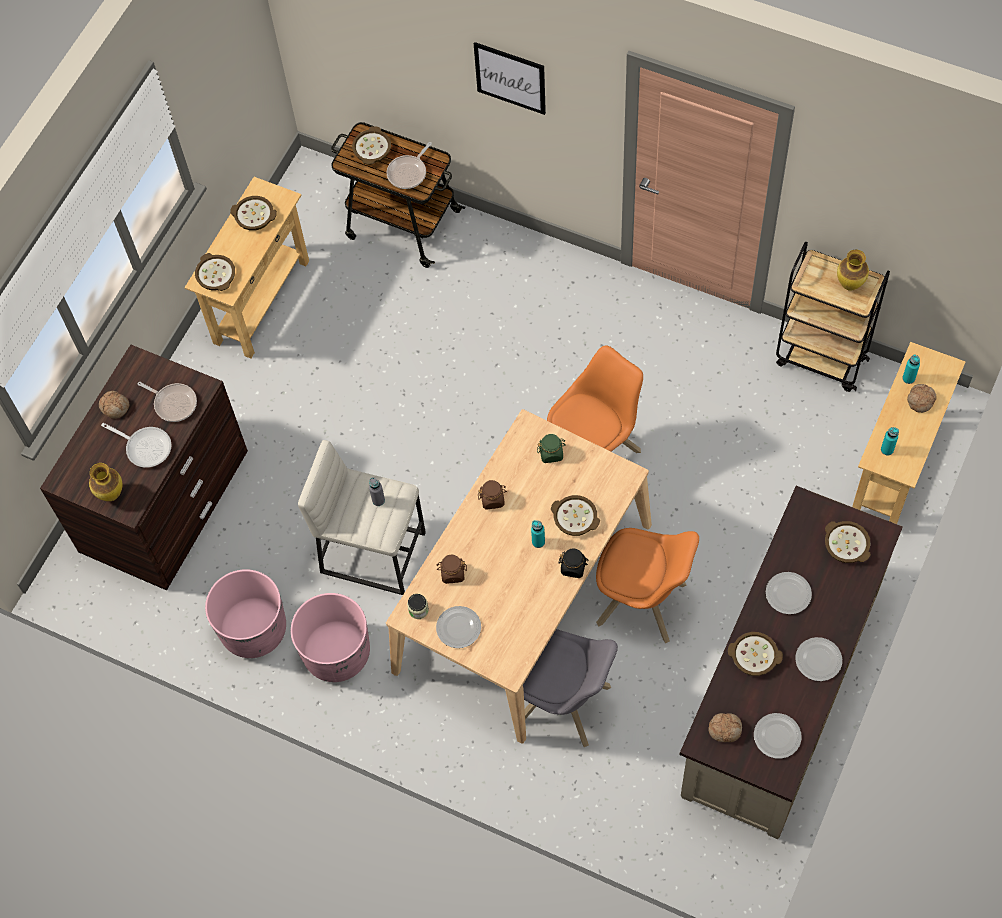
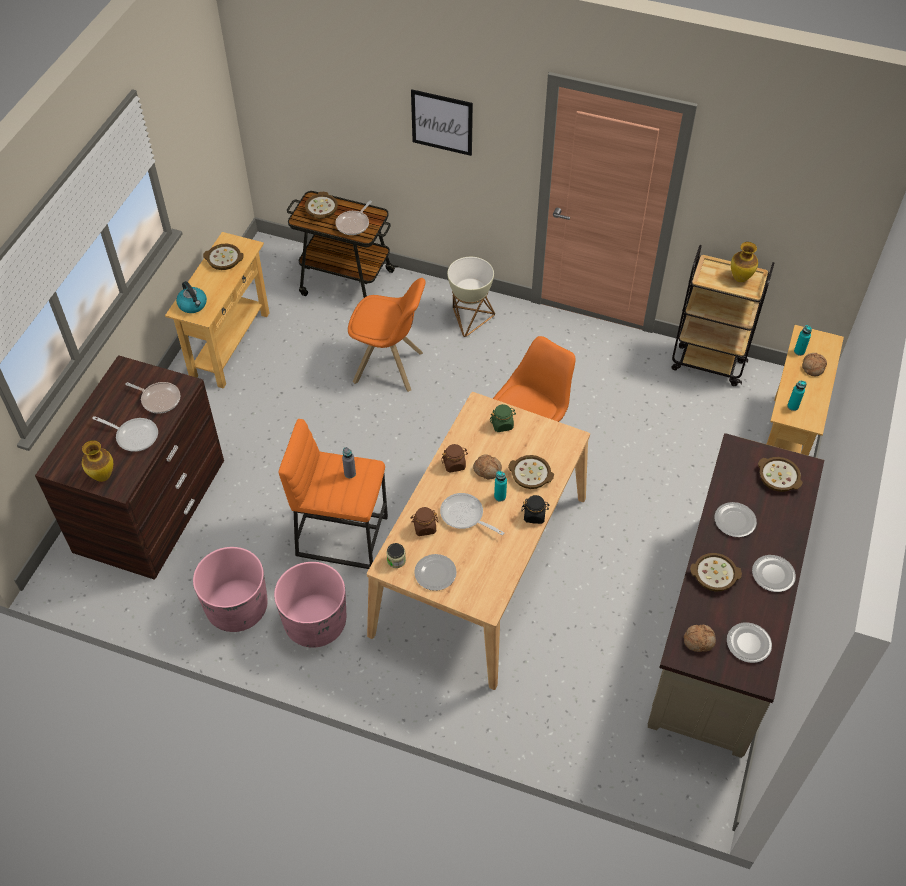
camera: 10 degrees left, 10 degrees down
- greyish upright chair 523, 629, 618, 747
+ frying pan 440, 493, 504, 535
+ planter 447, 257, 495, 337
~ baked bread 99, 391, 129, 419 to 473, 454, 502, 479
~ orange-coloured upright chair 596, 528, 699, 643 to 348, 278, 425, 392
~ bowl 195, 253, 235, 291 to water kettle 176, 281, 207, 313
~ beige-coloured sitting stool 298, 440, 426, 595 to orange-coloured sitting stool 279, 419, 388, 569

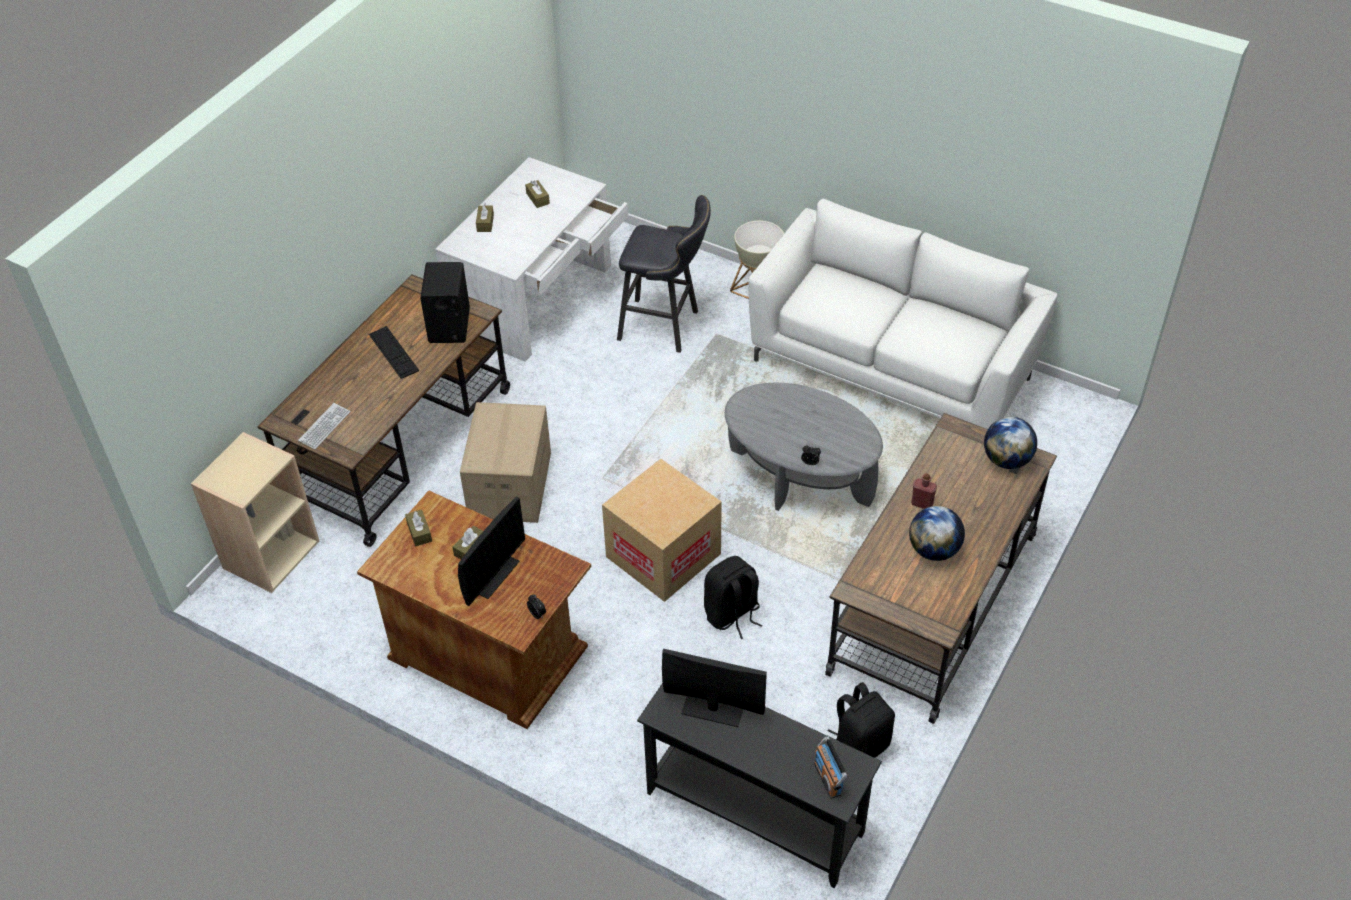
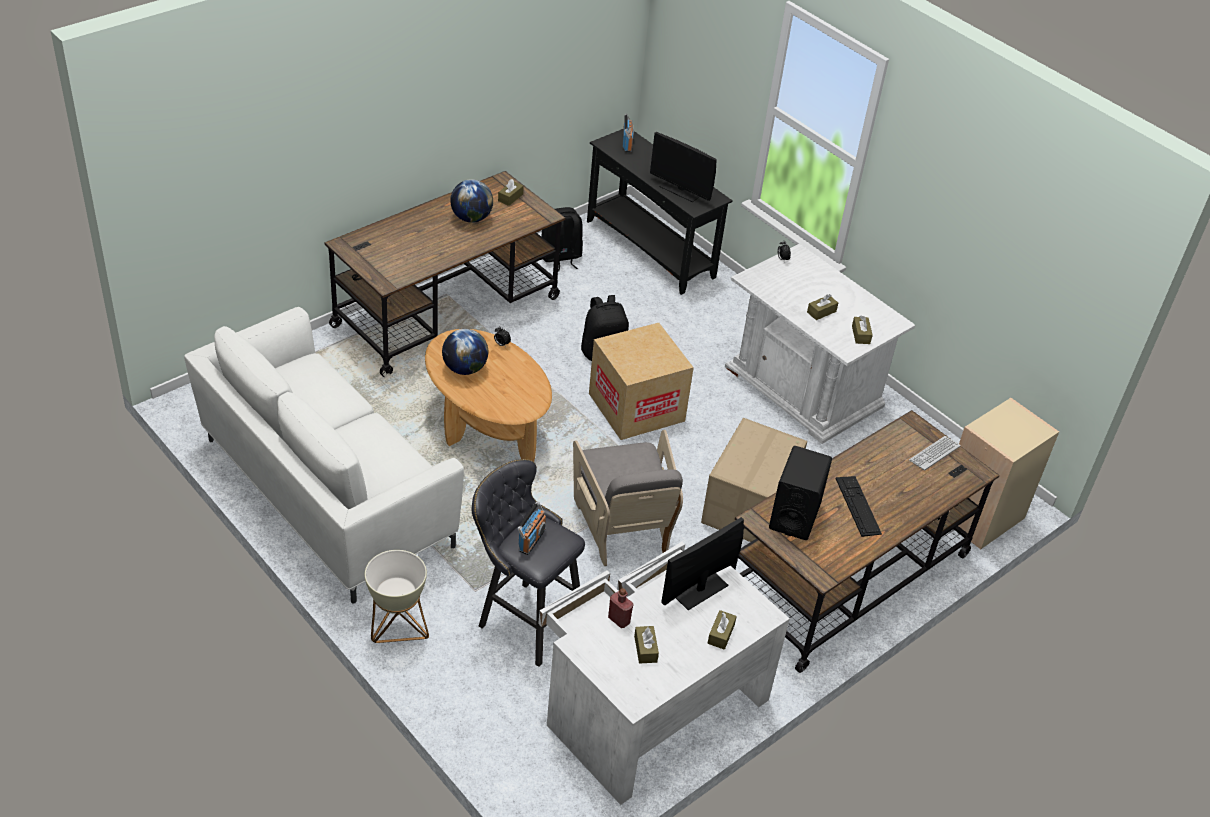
camera: 165 degrees left, 5 degrees down
+ brownish box of tissues 498, 179, 524, 206
+ radio 517, 502, 546, 555
+ greyish armchair 573, 430, 683, 566
~ computer display 458, 497, 525, 606 to 661, 517, 744, 610
~ red-coloured beverage bottle 911, 473, 937, 509 to 608, 588, 633, 628
~ world globe 984, 417, 1037, 469 to 442, 329, 488, 375
~ brownish cupboard 357, 490, 591, 729 to white-coloured cupboard 725, 244, 915, 444
~ greyish lounge table 725, 383, 883, 511 to brownish lounge table 425, 329, 552, 462

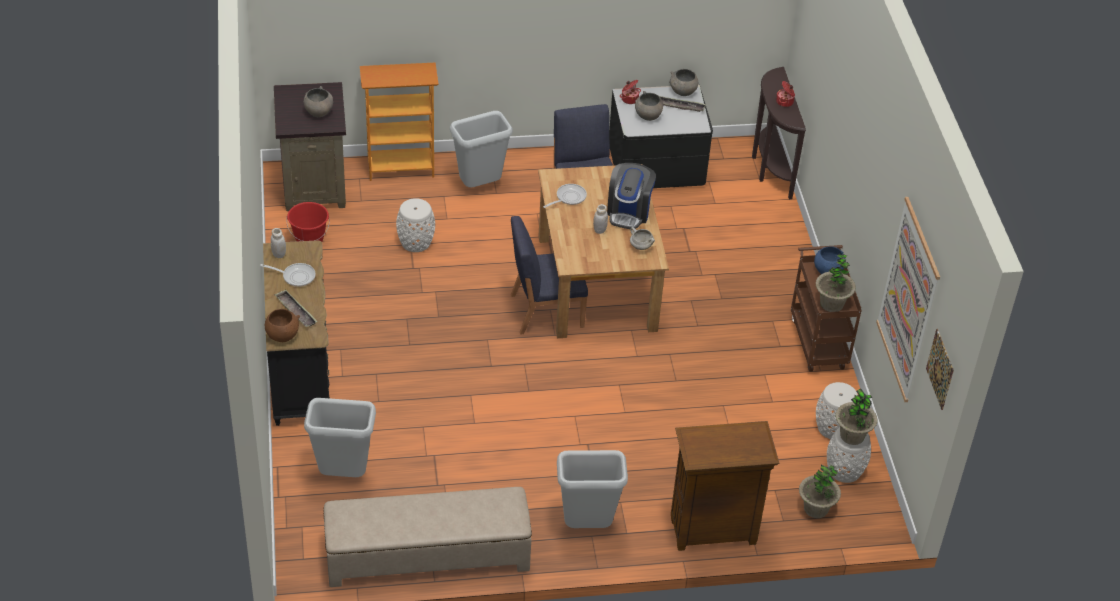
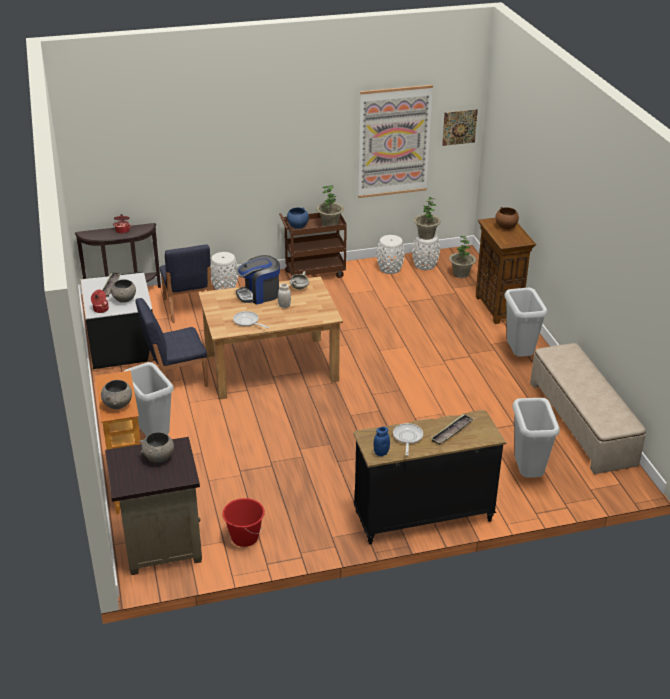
camera: 95 degrees left, 10 degrees down
~ brownish bowl 265, 309, 300, 342 to 495, 207, 519, 230
~ white-coloured sitting stool 396, 198, 435, 252 to 210, 252, 238, 290
~ blue-coloured upright chair 511, 216, 588, 334 to 160, 244, 212, 323
~ greyish bowl 669, 69, 698, 96 to 101, 380, 132, 409
~ white-coloured jar 271, 228, 286, 258 to blue-coloured jar 374, 427, 390, 456
~ coffee maker 607, 163, 656, 229 = 236, 255, 280, 305 150 degrees clockwise

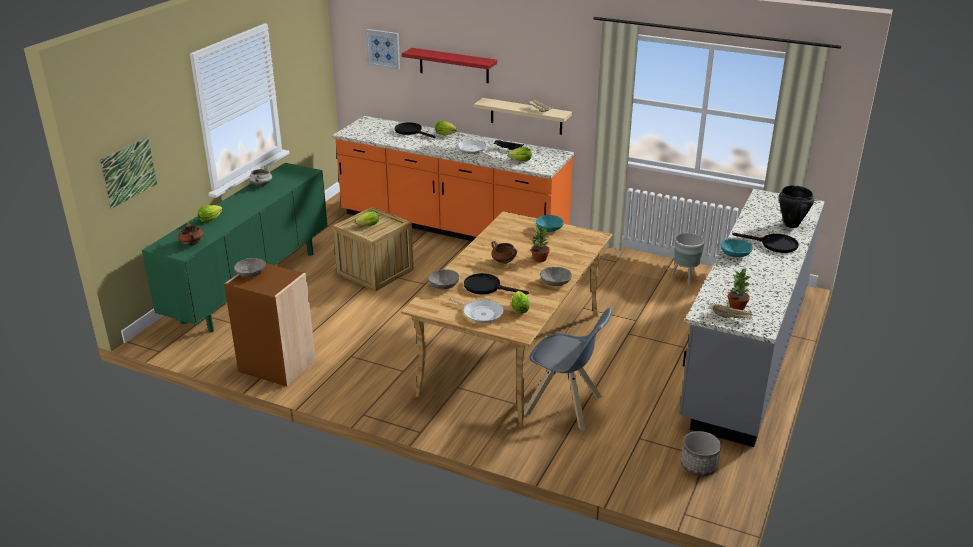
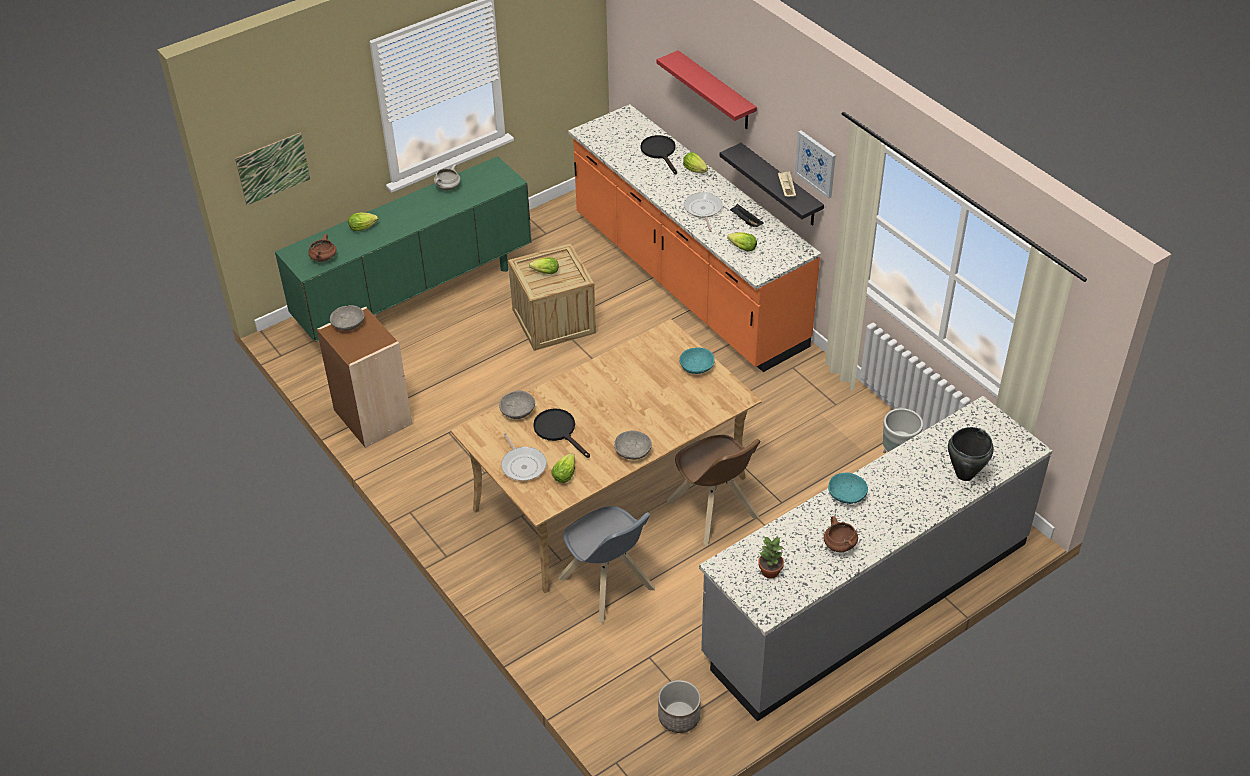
camera: 30 degrees right, 15 degrees up
- plant in a pot 531, 225, 550, 262
- beige-coloured serving tray 708, 303, 752, 319
- black-coloured frying pan 732, 233, 798, 253
+ brownish upright chair 667, 435, 761, 545
~ wall art 366, 29, 400, 70 to 795, 131, 836, 199
~ brownish saucepot 491, 241, 517, 264 to 824, 516, 858, 552
~ beige-coloured bracket shelf 474, 98, 572, 135 to black-coloured bracket shelf 720, 143, 824, 226

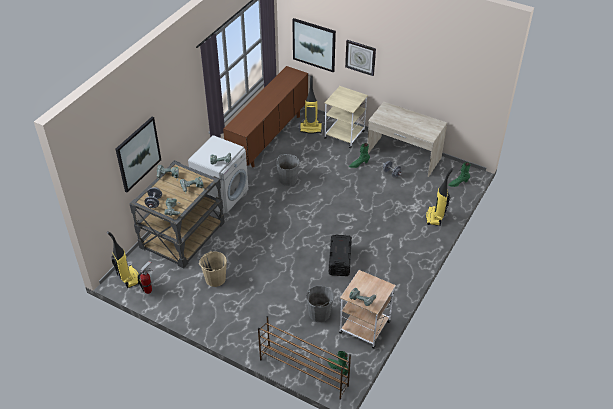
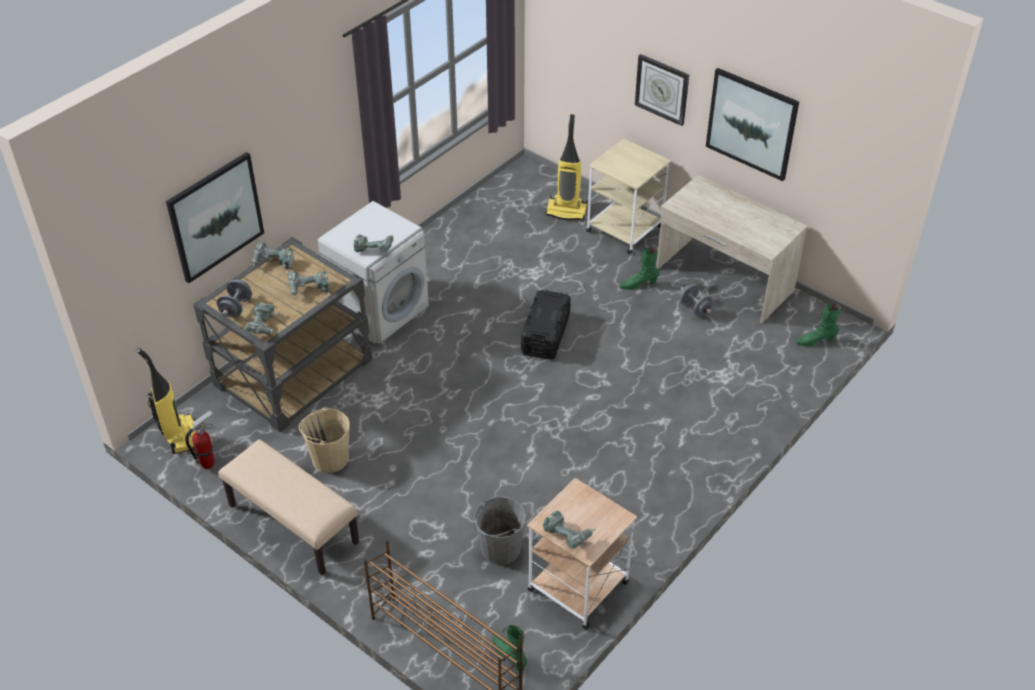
camera: 10 degrees right, 0 degrees up
- brownish cupboard 223, 66, 308, 167
- greyish water bucket 276, 154, 299, 186
- vacuum 426, 168, 453, 226
+ beige-coloured bench 218, 439, 359, 575
~ wall art 292, 18, 336, 72 to 706, 68, 799, 181
~ black-coloured storage bin 329, 234, 352, 276 to 521, 290, 571, 360

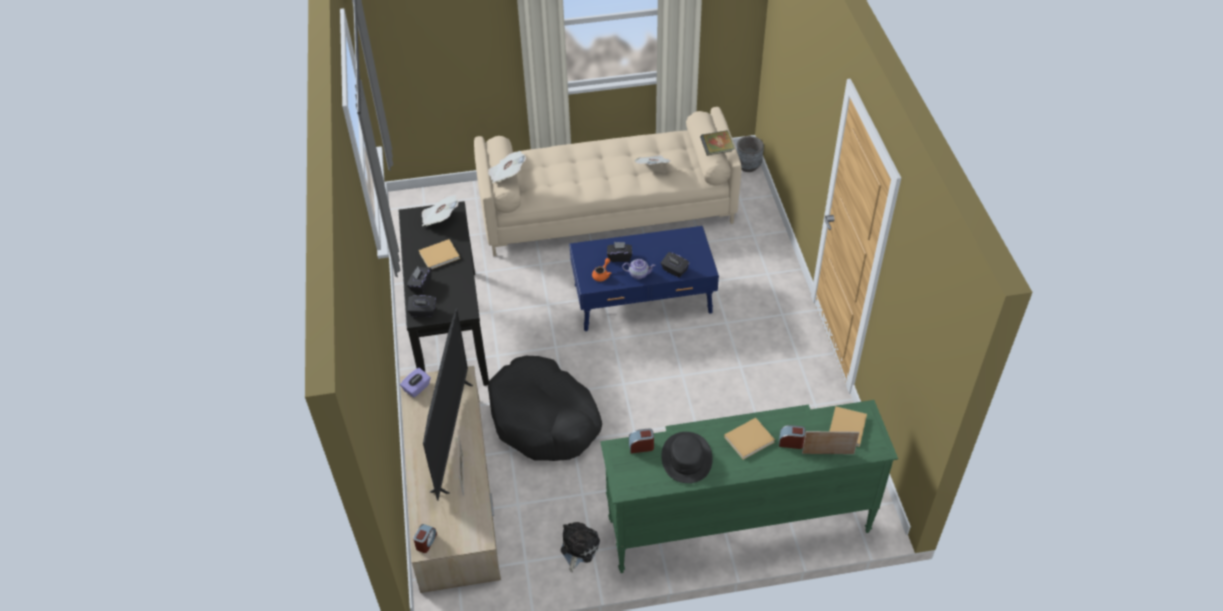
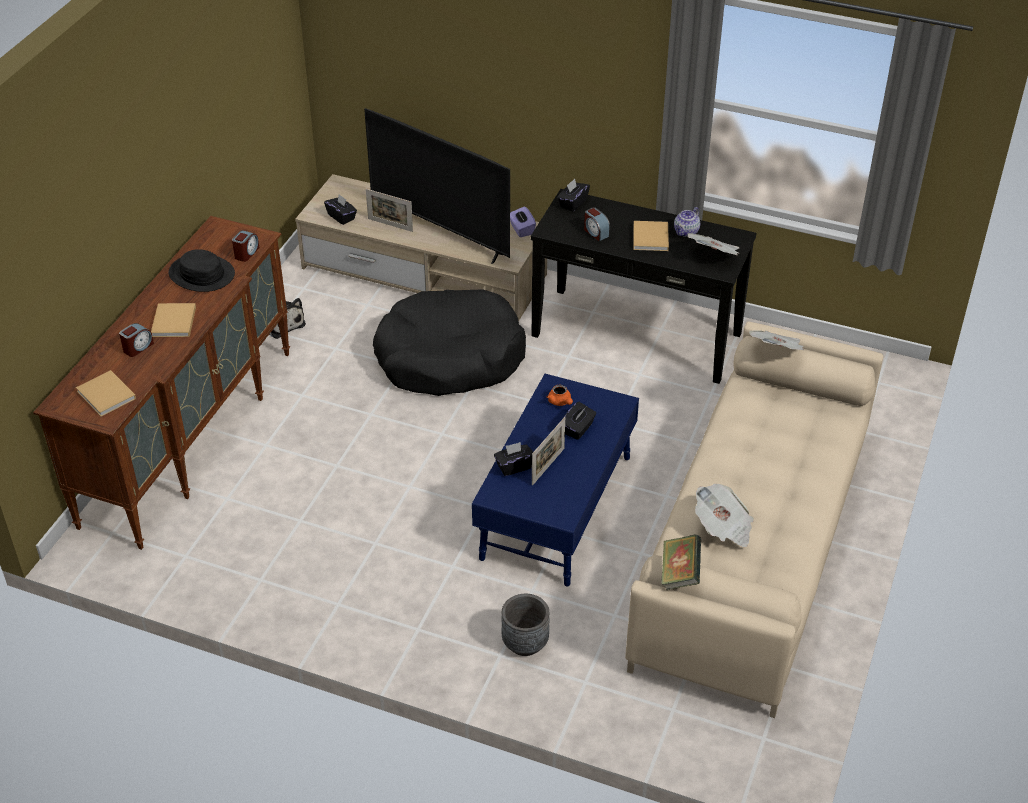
camera: 120 degrees right, 5 degrees down
~ black-coloured box of tissues 407, 267, 432, 293 to 324, 194, 357, 225
~ alarm clock 413, 524, 437, 553 to 584, 207, 610, 241
~ pot for tea 622, 259, 656, 279 to 674, 207, 700, 237
~ greyish planter 736, 136, 764, 172 to 502, 594, 549, 656
~ standing frame 802, 431, 860, 454 to 532, 417, 565, 486
~ green-coloured cupboard 600, 400, 898, 573 to brownish cupboard 33, 216, 291, 550

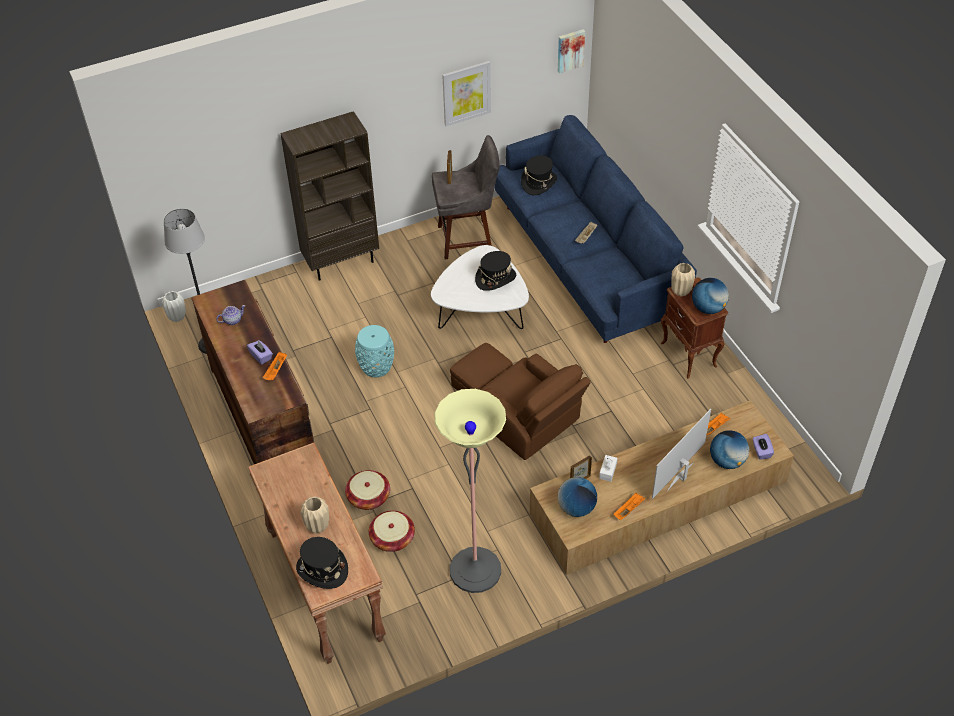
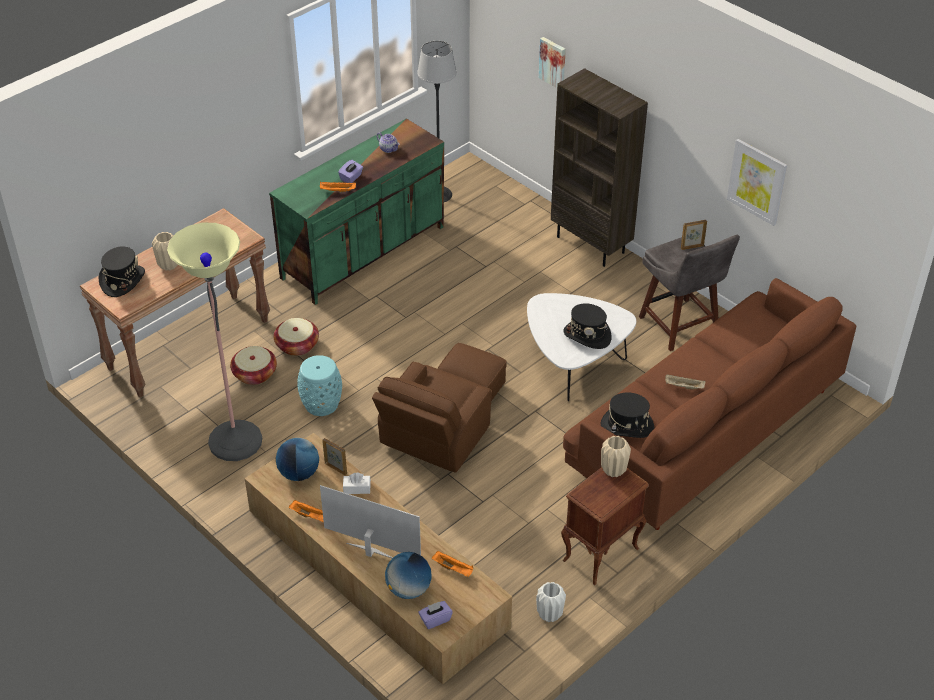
camera: 70 degrees right, 5 degrees down
- world globe 692, 278, 729, 314
~ white-coloured flower vase 162, 291, 186, 322 to 536, 582, 566, 622
~ turquoise sitting stool 355, 325, 394, 377 to 297, 355, 342, 416
~ black-coloured hat 521, 155, 557, 195 to 601, 392, 654, 438
~ wall art 558, 29, 585, 73 to 539, 37, 566, 88
~ brownish cupboard 191, 280, 314, 464 to green-coloured cupboard 269, 118, 444, 305
~ blue-coloured sofa 495, 115, 697, 343 to brownish sofa 563, 278, 856, 530

